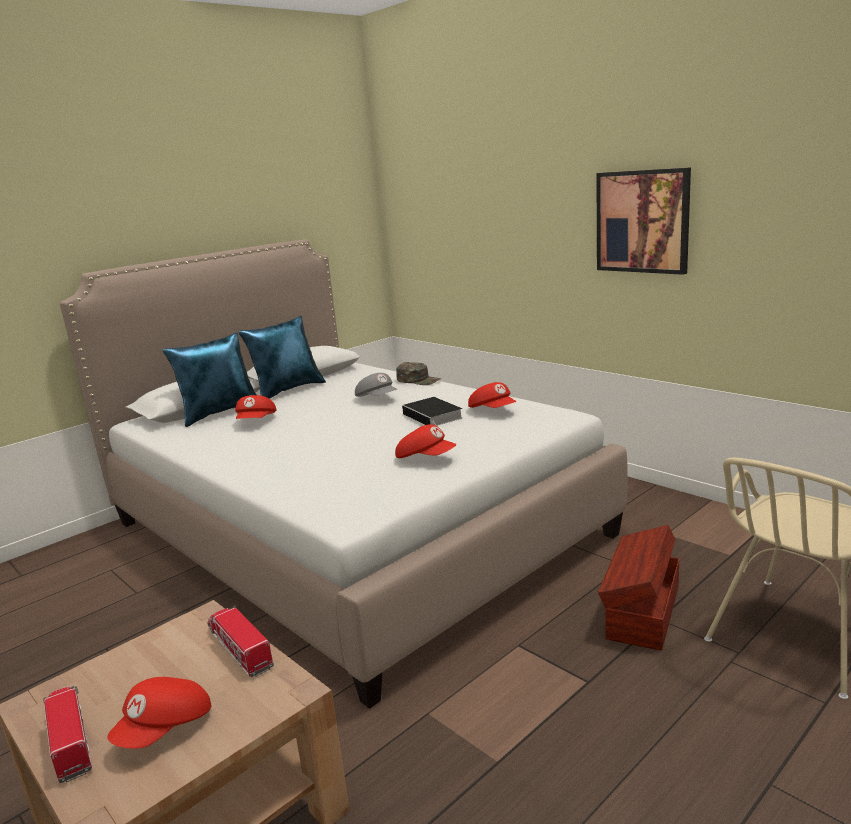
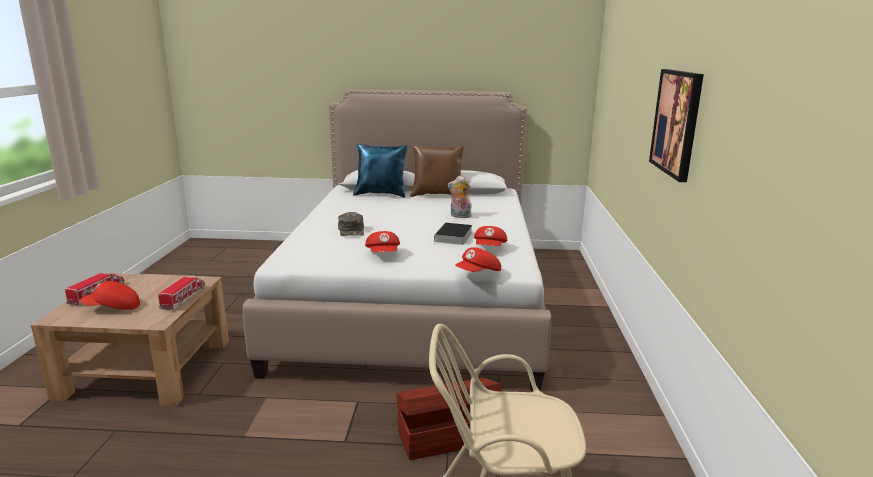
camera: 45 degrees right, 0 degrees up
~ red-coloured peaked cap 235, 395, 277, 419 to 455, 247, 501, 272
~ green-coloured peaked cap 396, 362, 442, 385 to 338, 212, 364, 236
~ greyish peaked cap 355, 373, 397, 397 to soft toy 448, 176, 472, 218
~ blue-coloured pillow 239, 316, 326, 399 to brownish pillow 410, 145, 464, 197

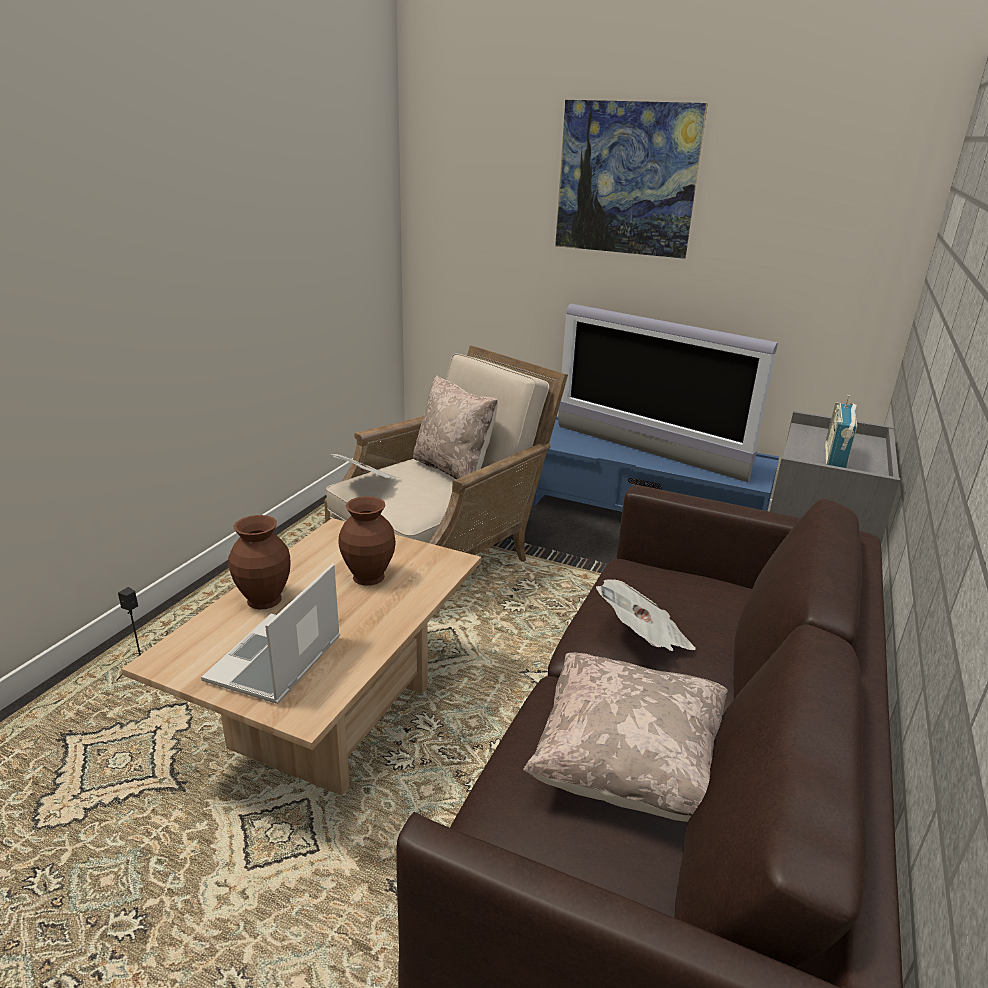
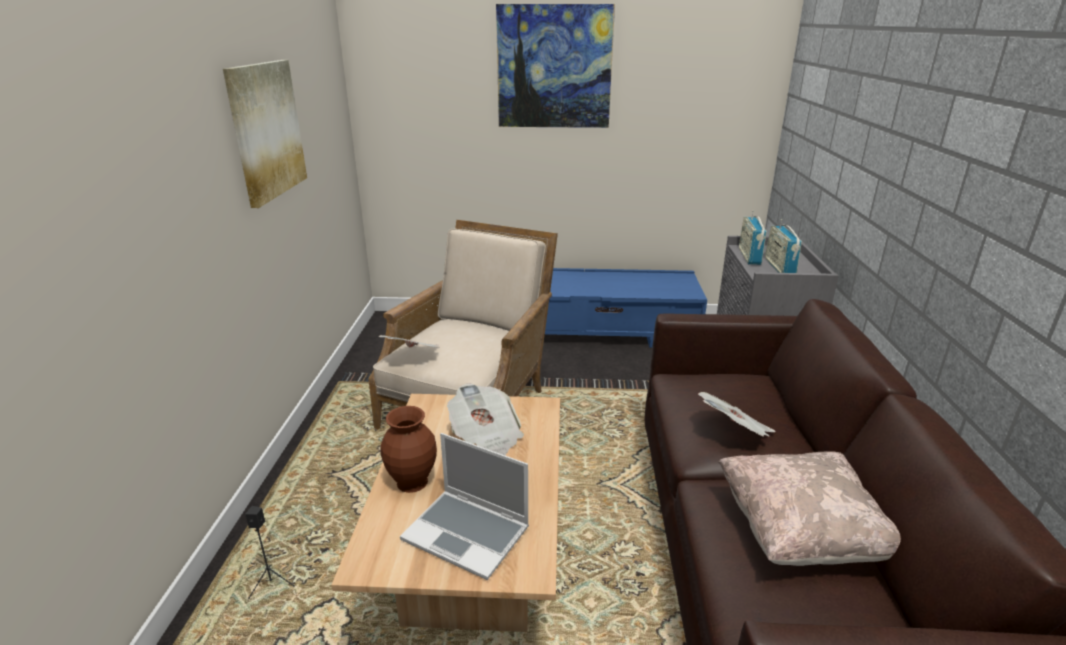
camera: 20 degrees left, 0 degrees up
- beige-coloured pillow 413, 375, 498, 479
- TV set 558, 304, 778, 482
+ wall art 223, 60, 307, 208
+ radio 739, 210, 767, 265
~ brownish flower vase 338, 496, 396, 586 to printed paper 447, 383, 524, 455
~ portable computer 201, 563, 340, 704 = 400, 433, 529, 580 60 degrees counterclockwise

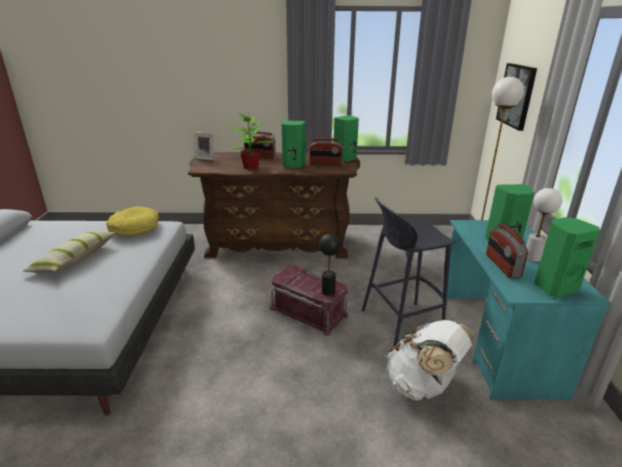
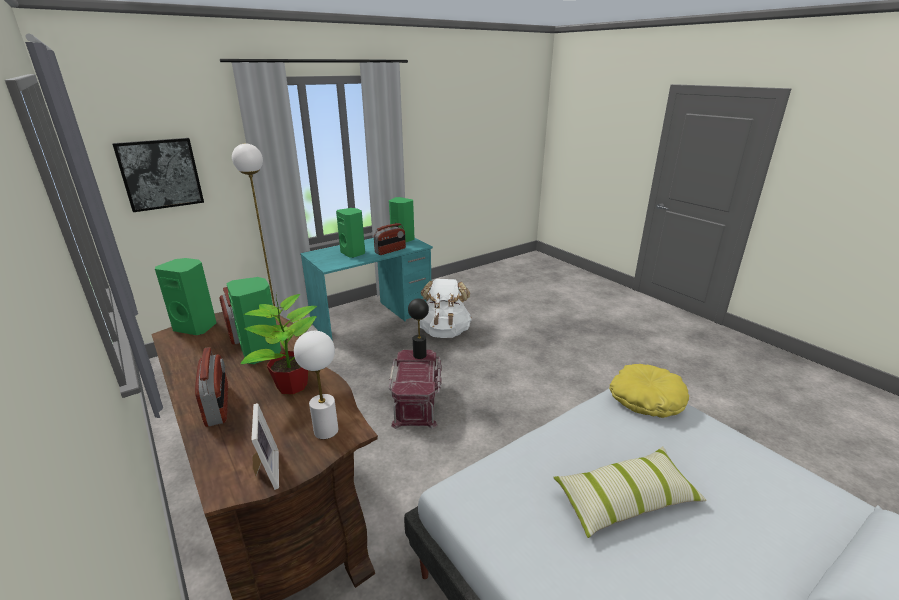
camera: 125 degrees left, 0 degrees up
- greyish sitting stool 362, 197, 455, 347
~ yellow pillow 106, 206, 159, 236 to 609, 364, 689, 418
~ white-coloured tabletop lamp 526, 188, 562, 262 to 294, 331, 338, 439

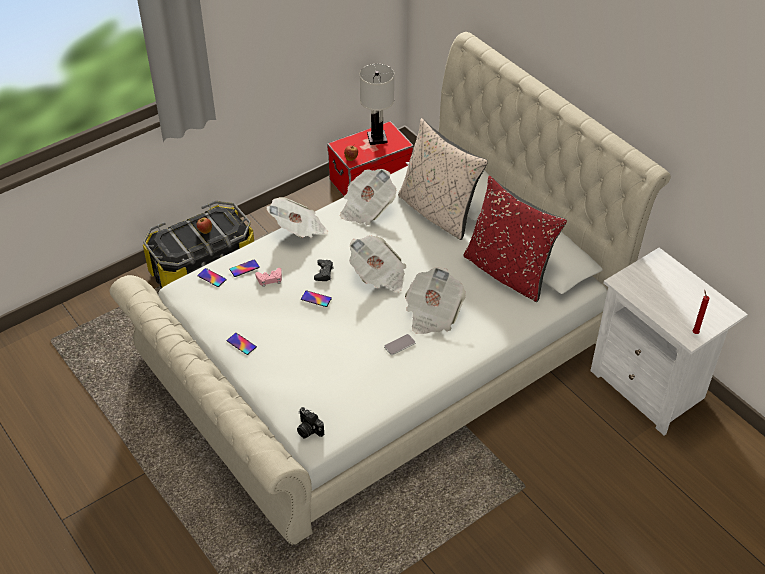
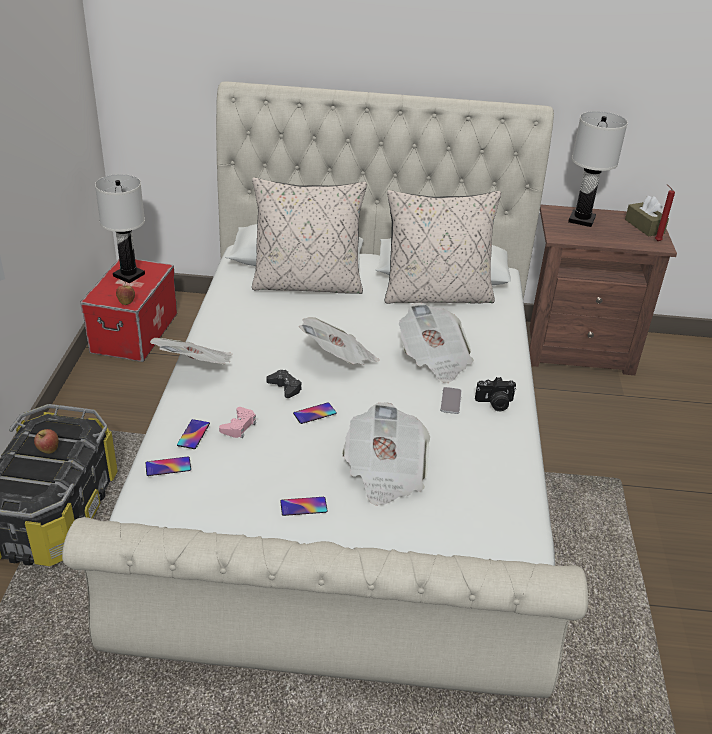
camera: 50 degrees left, 10 degrees down
+ white-coloured tabletop lamp 568, 111, 628, 227
+ brownish box of tissues 625, 196, 669, 237
~ still camera 297, 407, 324, 439 to 475, 377, 516, 411
~ printed paper 340, 169, 396, 225 to 342, 402, 430, 506
~ red-coloured pillow 463, 176, 567, 302 to beige-coloured pillow 385, 190, 501, 304
~ white-coloured nightstand 590, 248, 748, 435 to brownish nightstand 529, 205, 677, 375

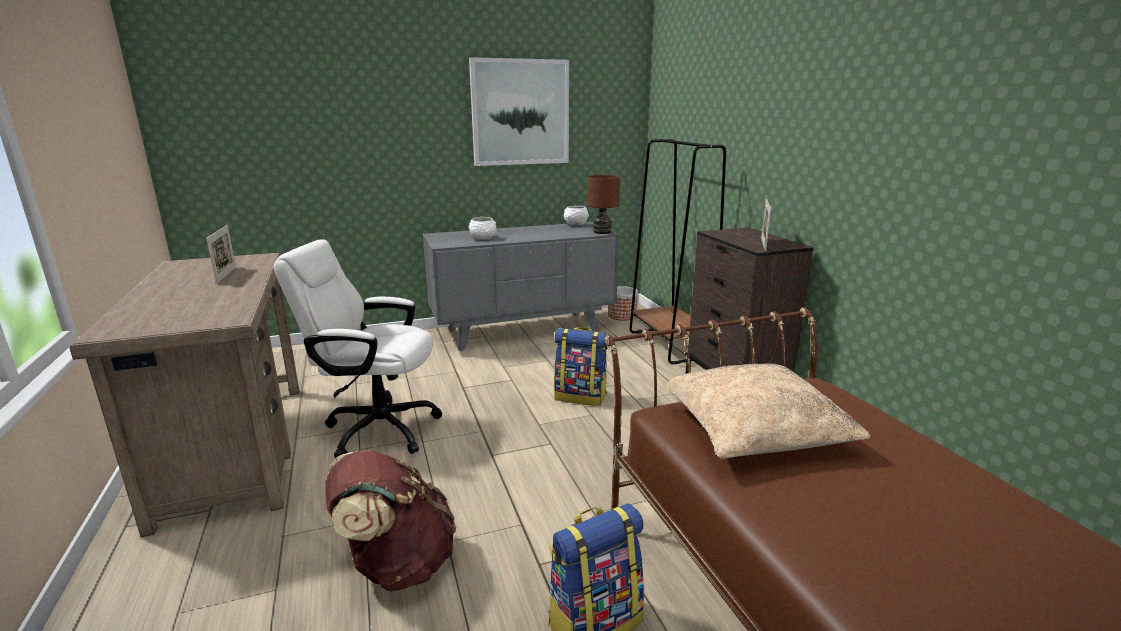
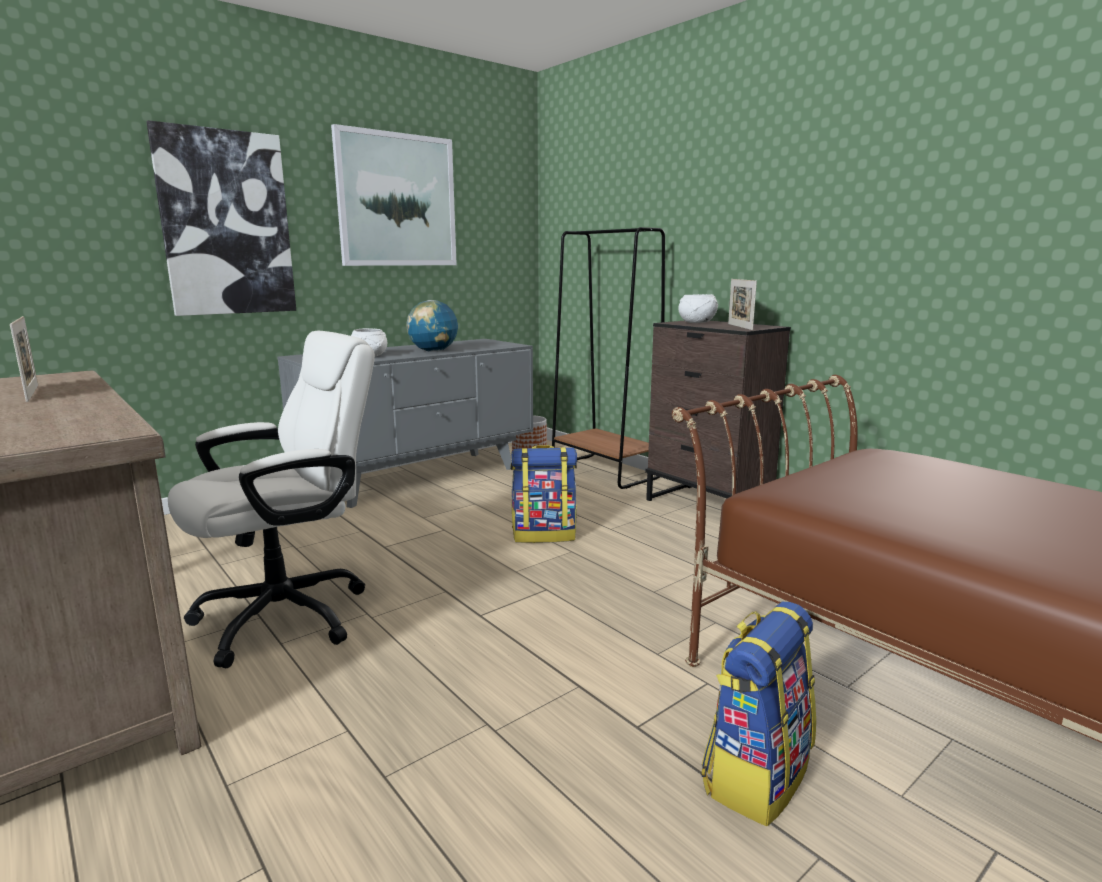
camera: 20 degrees left, 5 degrees down
- brownish knapsack 326, 450, 456, 591
- brownish tabletop lamp 588, 175, 620, 234
- beige-coloured pillow 666, 363, 870, 459
+ wall art 146, 120, 296, 316
+ world globe 406, 300, 458, 352
~ white-coloured bowl 564, 206, 589, 226 to 678, 294, 718, 323
~ white-coloured office chair 273, 239, 442, 458 = 168, 331, 375, 668 150 degrees clockwise

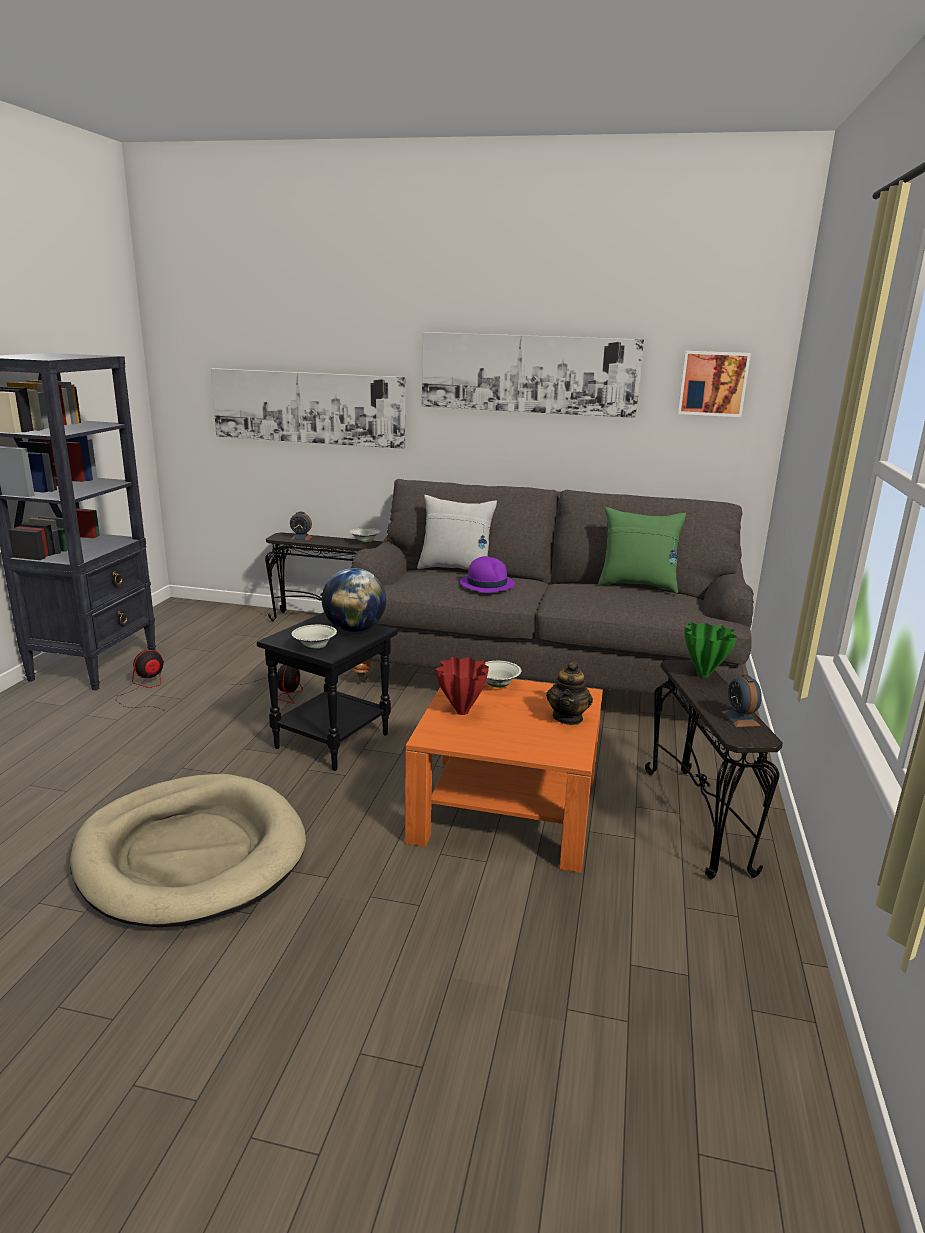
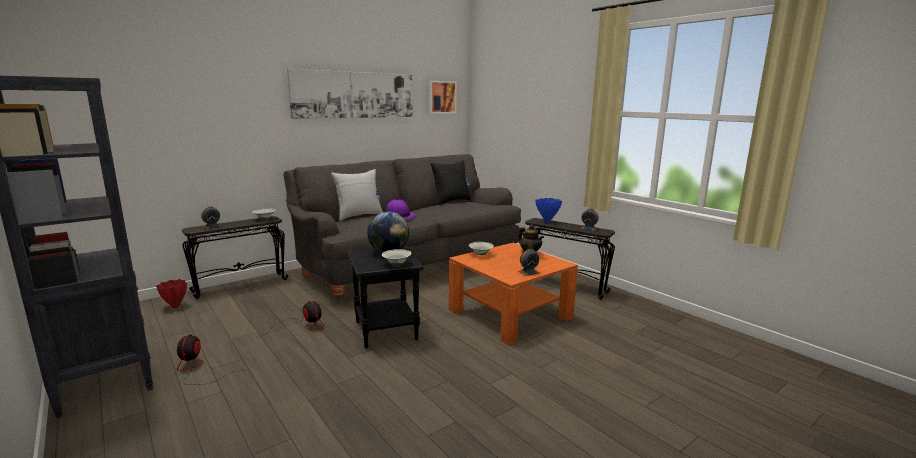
camera: 50 degrees left, 5 degrees down
- beige-coloured dog cushion 70, 774, 306, 927
- wall art 211, 368, 406, 449
+ alarm clock 518, 249, 540, 276
~ red-coloured flower vase 436, 657, 489, 715 to 156, 279, 187, 309
~ green-coloured pillow 598, 507, 686, 593 to black-coloured pillow 431, 160, 471, 205
~ green-coloured flower vase 685, 622, 737, 678 to blue-coloured flower vase 535, 198, 562, 222

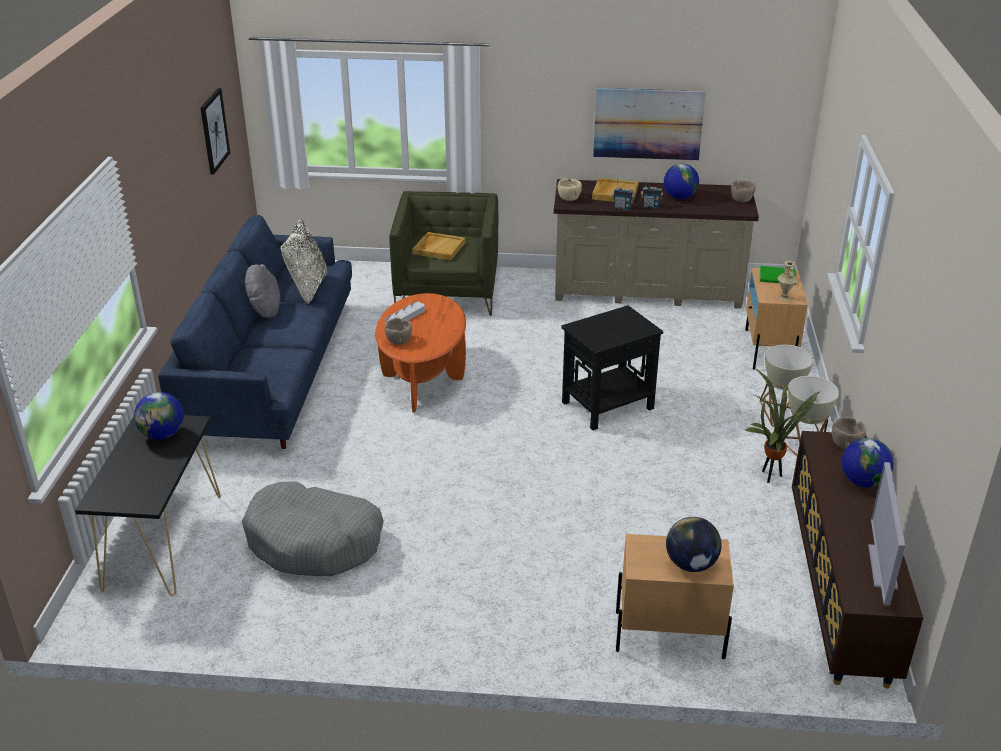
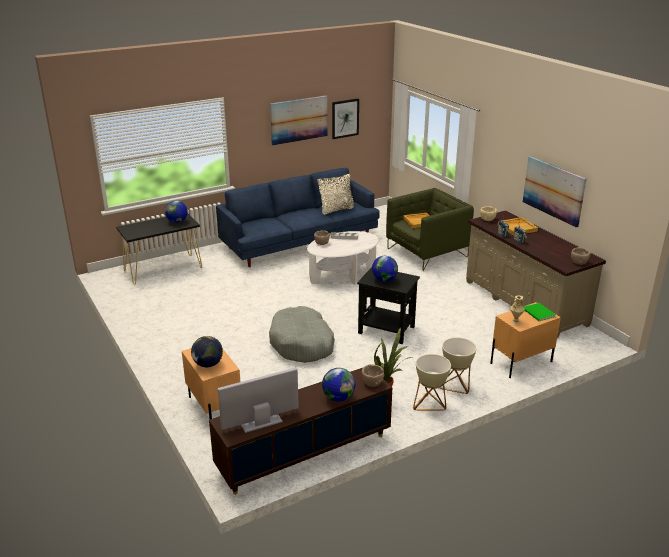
camera: 55 degrees right, 5 degrees down
- greyish pillow 245, 264, 280, 318
+ wall art 270, 96, 327, 145
~ greyish dog cushion 242, 482, 384, 576 to 269, 306, 335, 363
~ world globe 664, 164, 699, 199 to 372, 256, 398, 282
~ orange-coloured lounge table 375, 293, 466, 412 to white-coloured lounge table 307, 231, 379, 285

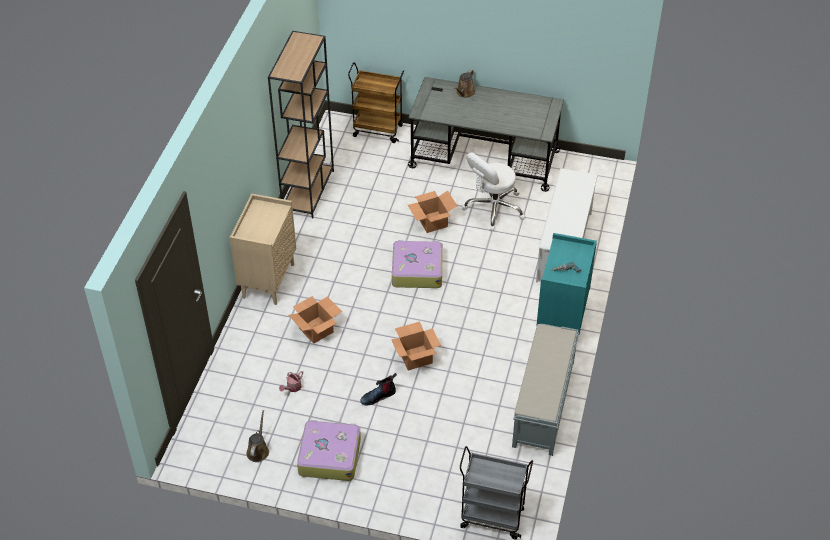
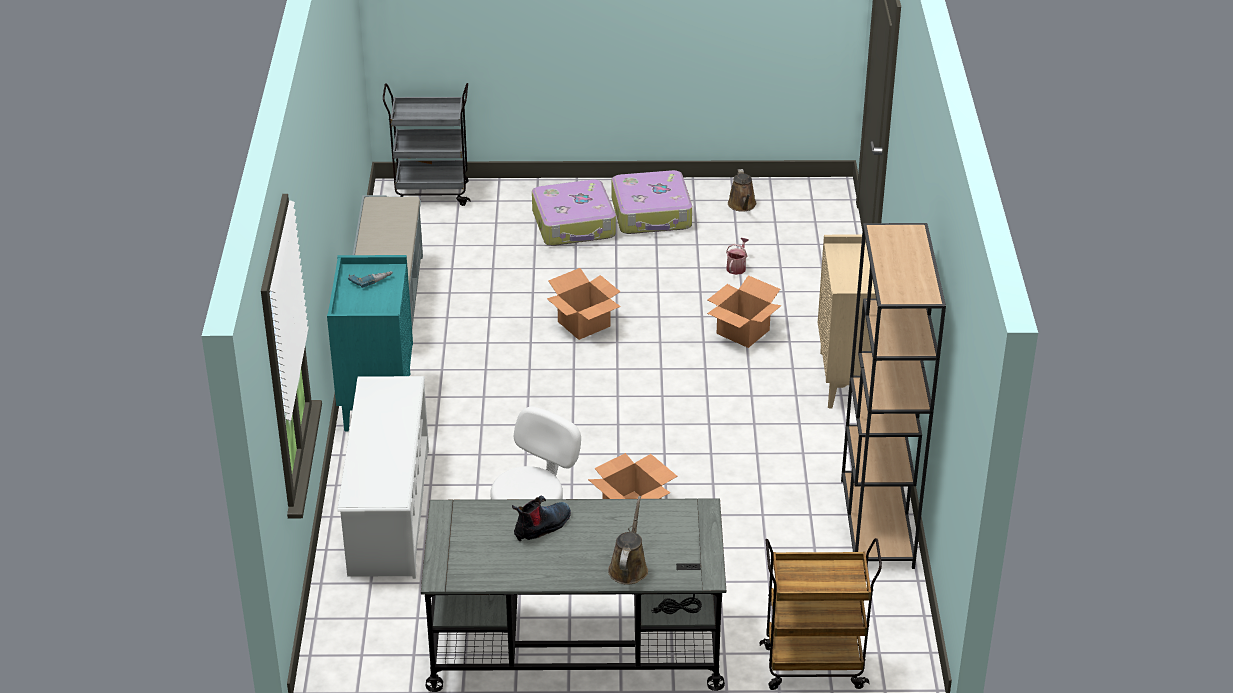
camera: 165 degrees right, 10 degrees down
~ boot 360, 373, 397, 405 to 512, 496, 571, 541
~ suitcase 392, 240, 443, 288 to 532, 179, 616, 246

